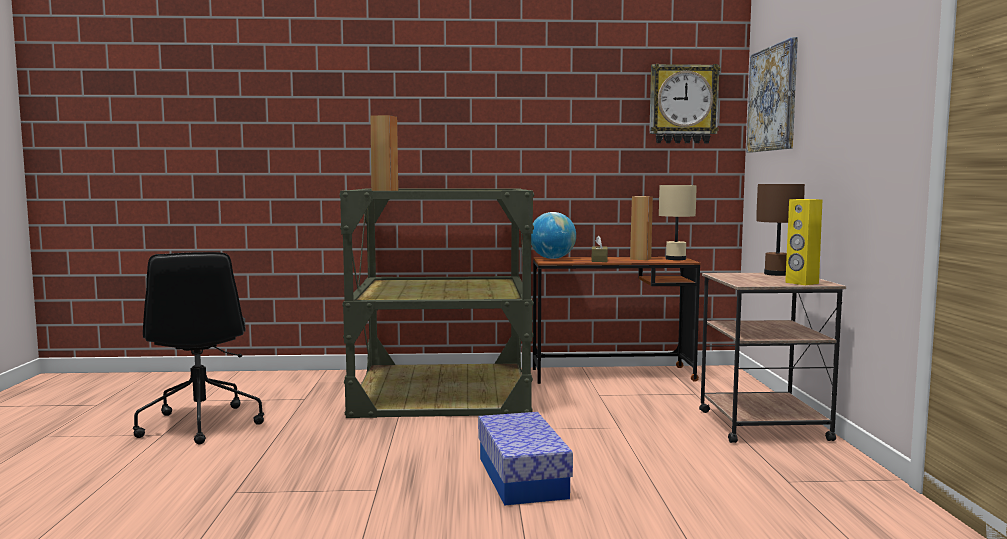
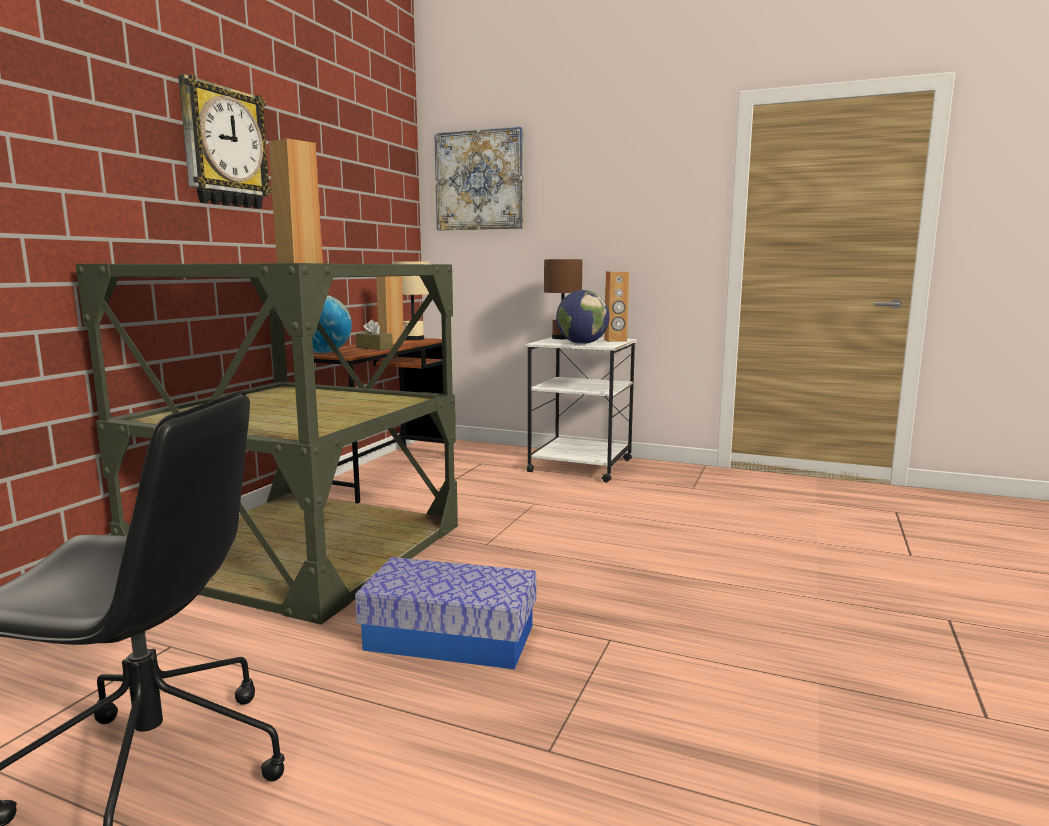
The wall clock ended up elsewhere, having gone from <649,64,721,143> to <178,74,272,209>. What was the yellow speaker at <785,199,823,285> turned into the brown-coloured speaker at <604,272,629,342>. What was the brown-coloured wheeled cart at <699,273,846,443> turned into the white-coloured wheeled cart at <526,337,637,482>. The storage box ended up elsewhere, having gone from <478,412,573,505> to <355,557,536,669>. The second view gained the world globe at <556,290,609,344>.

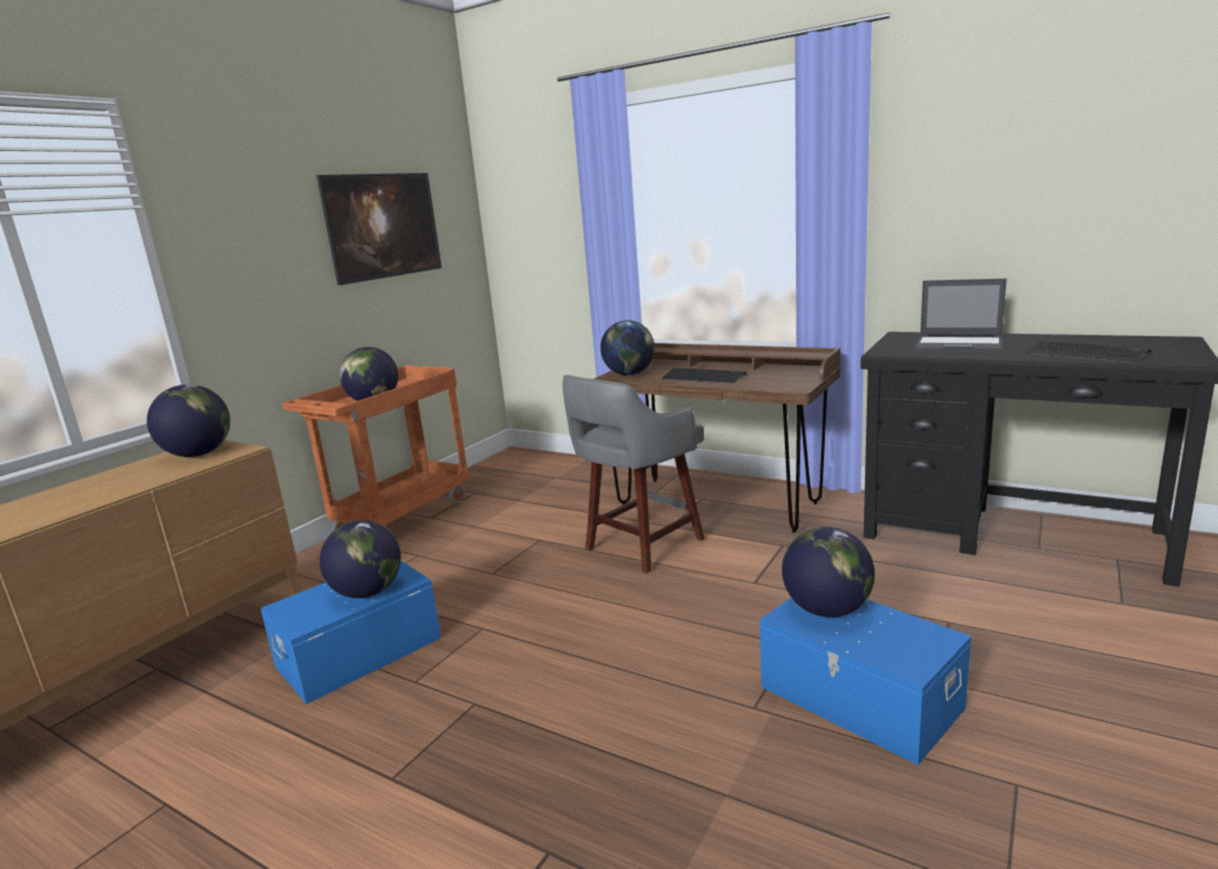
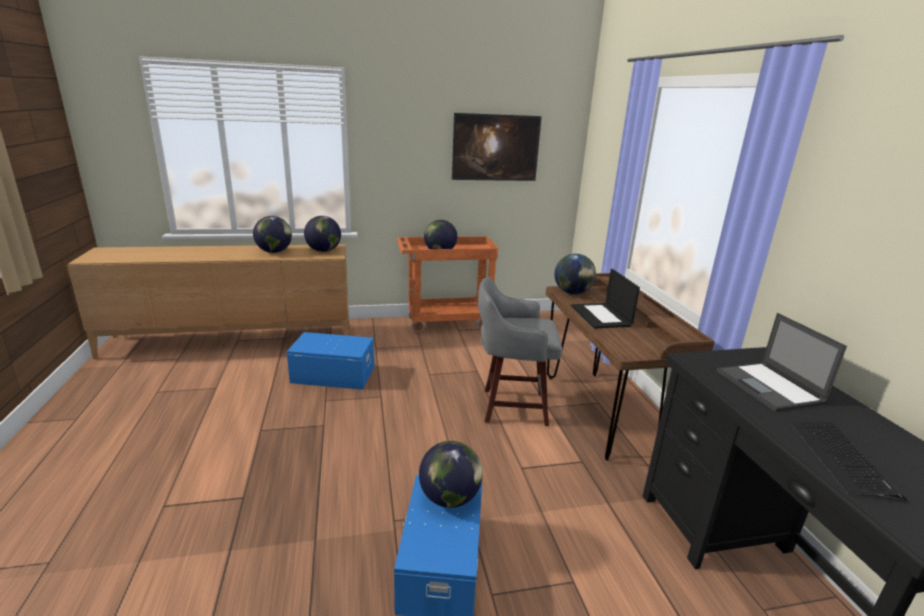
Where the keyboard stood at <661,368,747,383>, the portable computer came to stand at <571,269,640,329>. The world globe ended up elsewhere, having gone from <320,520,401,598> to <253,216,292,253>.

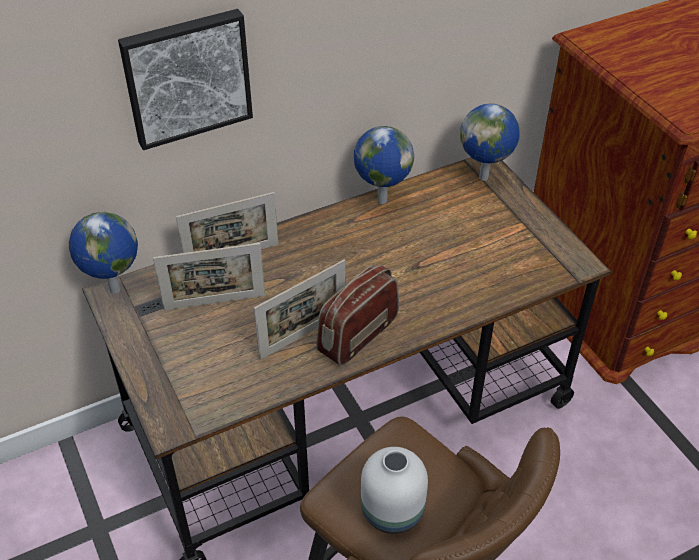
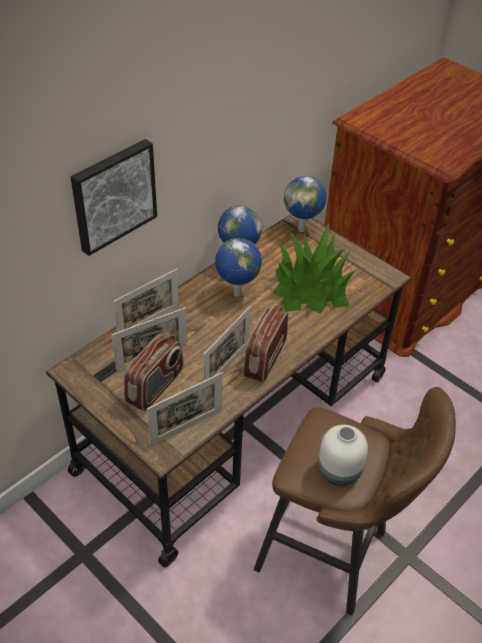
The world globe ended up elsewhere, having gone from <69,212,138,294> to <215,238,262,297>. The second view gained the potted plant at <273,224,357,314>. The second view gained the radio set at <124,333,183,411>. The second view gained the standing frame at <147,372,223,446>.

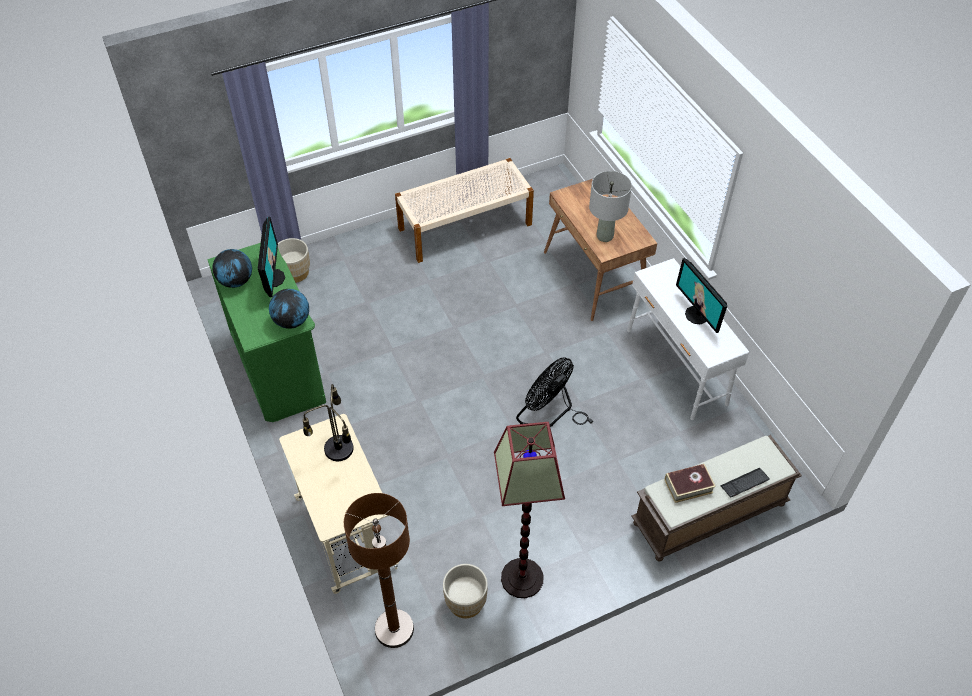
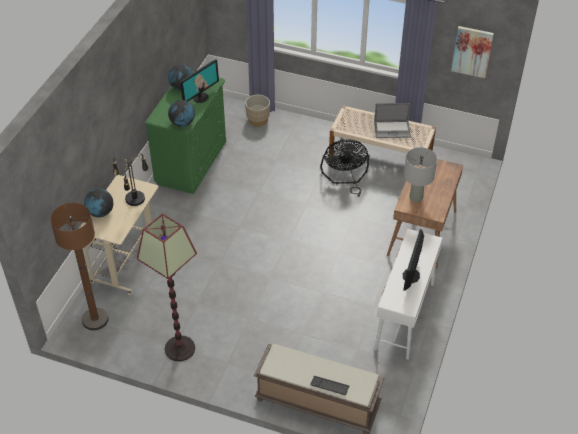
The black-coloured electric fan ended up elsewhere, having gone from <516,357,593,427> to <320,139,369,197>. The second view lost the bound book at <665,464,716,503>. The second view lost the beige-coloured planter at <443,564,488,618>. The second view gained the picture at <451,26,494,78>. The second view gained the portable computer at <374,103,411,138>. The second view gained the world globe at <84,189,113,217>.

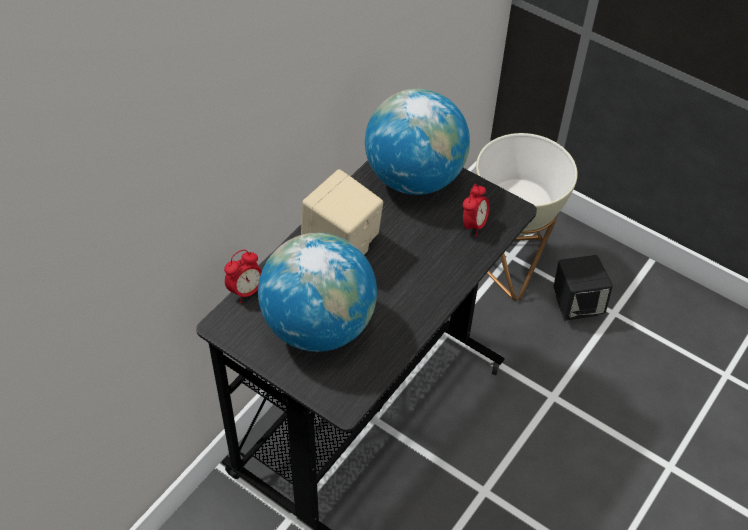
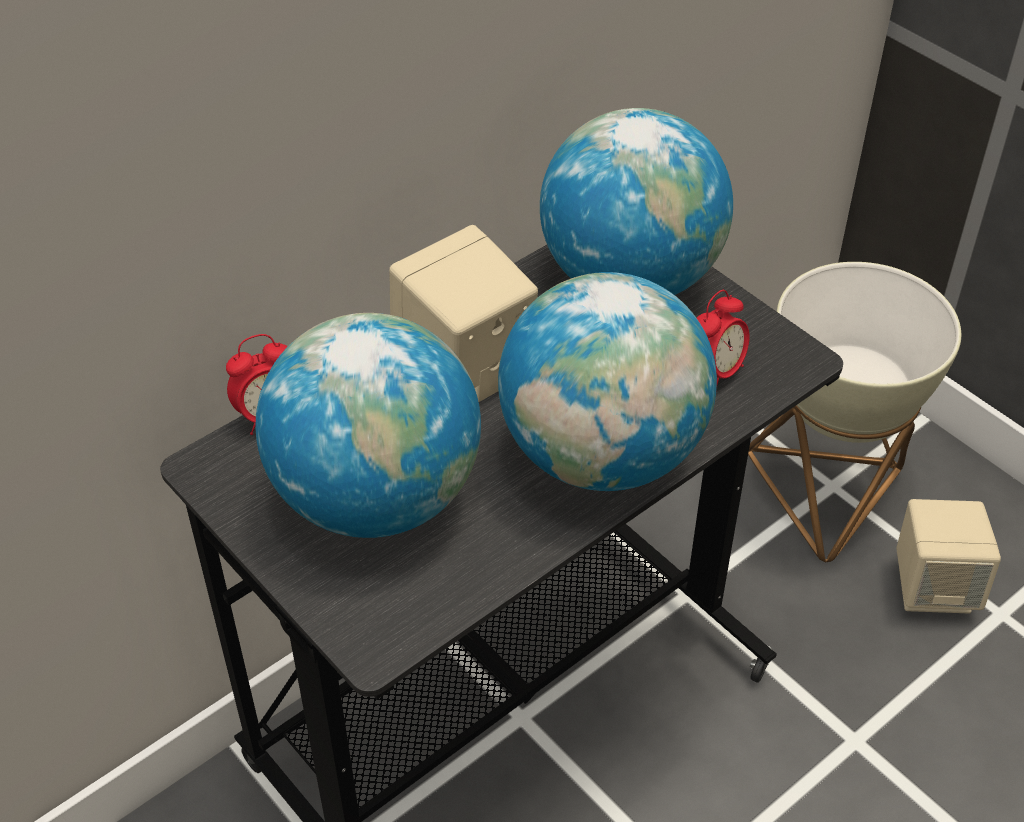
What was the black-coloured speaker at <553,255,613,321> turned into the beige-coloured speaker at <896,499,1001,613>. The second view gained the world globe at <498,272,717,491>.

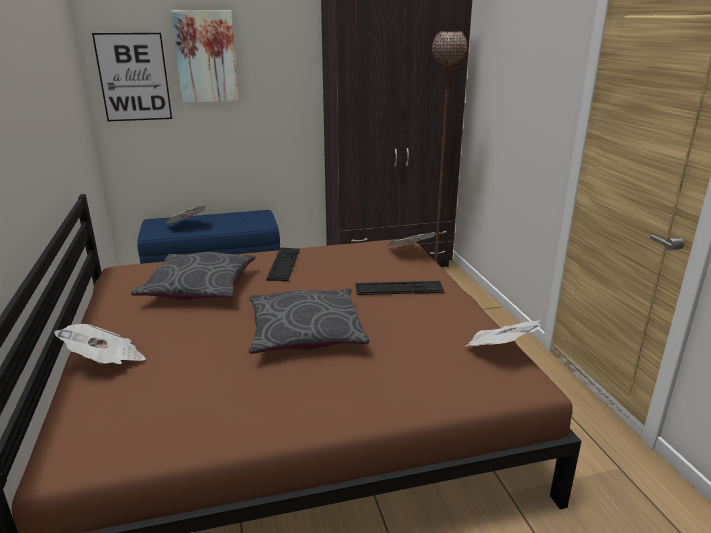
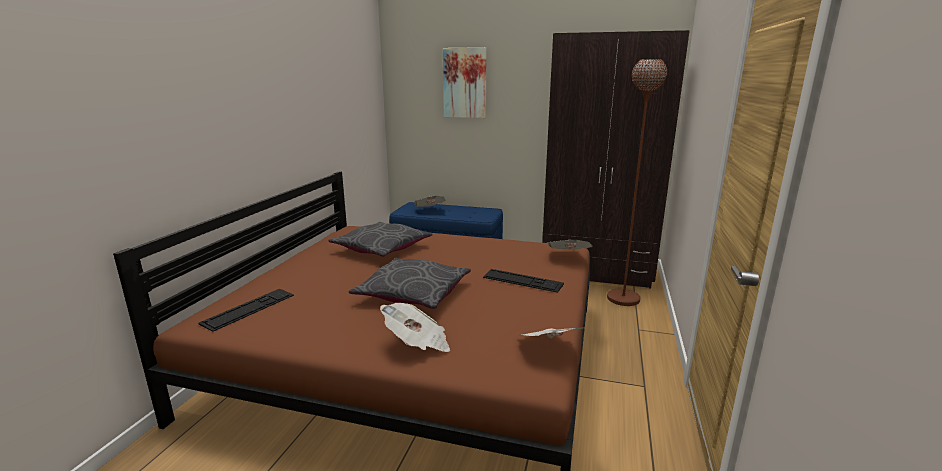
The second view lost the picture at <92,33,172,121>. The keyboard ended up elsewhere, having gone from <266,247,300,281> to <198,289,294,332>. The printed paper ended up elsewhere, having gone from <54,324,146,364> to <380,303,450,352>.

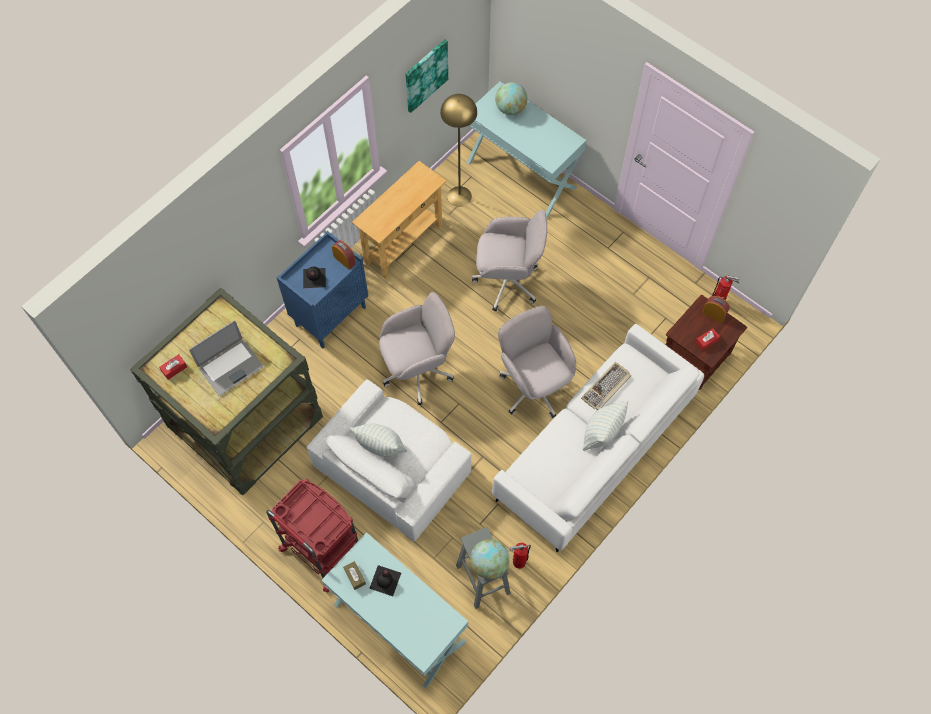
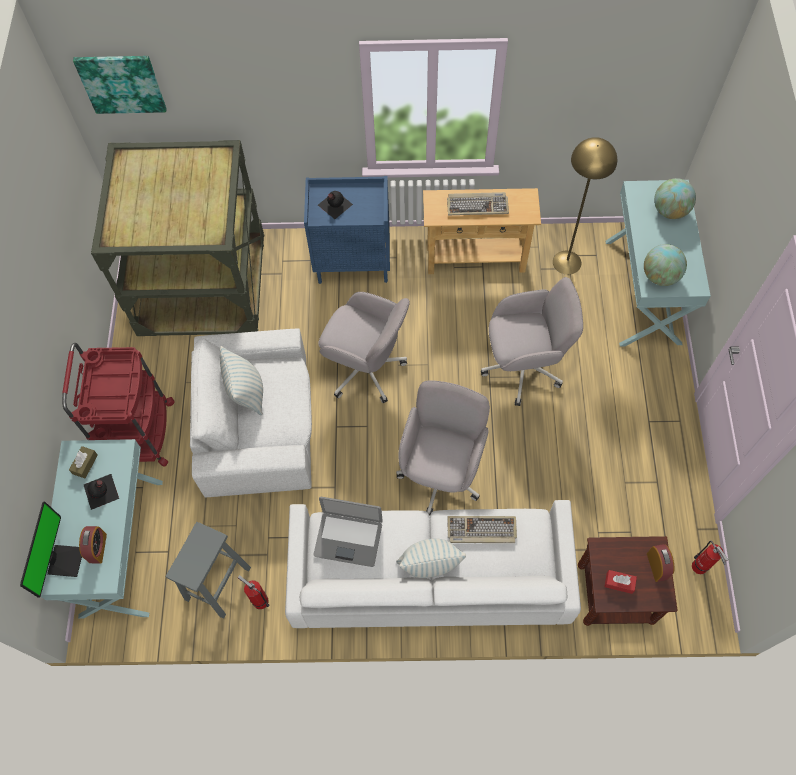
The picture ended up elsewhere, having gone from <405,39,448,113> to <73,56,167,114>. The grey computer chair at <472,210,547,312> ended up facing another way, 60 degrees counterclockwise from before. The bedside clock ended up elsewhere, having gone from <332,240,356,270> to <79,526,107,564>. The portable computer ended up elsewhere, having gone from <189,321,263,396> to <313,497,383,567>. The second view lost the reddish tissue box at <159,354,187,380>. The world globe ended up elsewhere, having gone from <470,539,510,579> to <644,244,687,286>. The second view gained the keyboard at <447,192,509,216>. The second view gained the computer display at <20,501,82,598>.

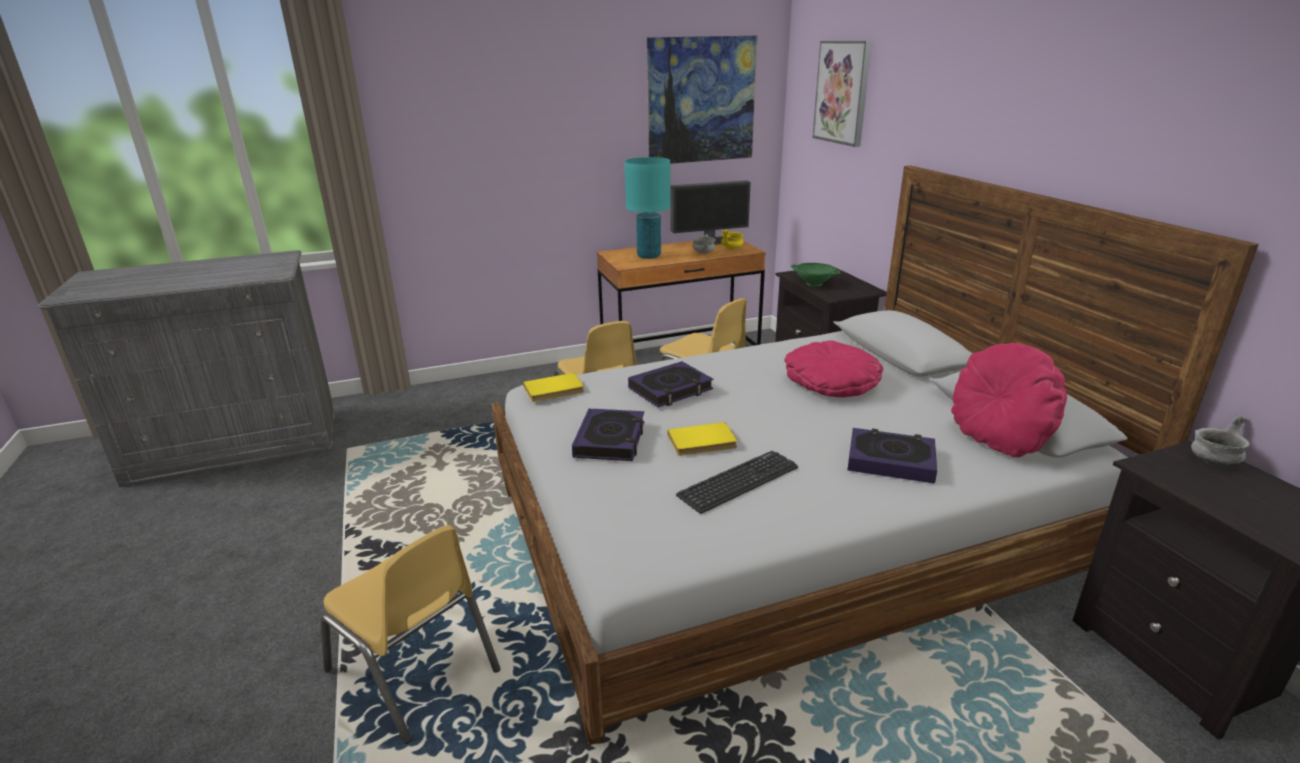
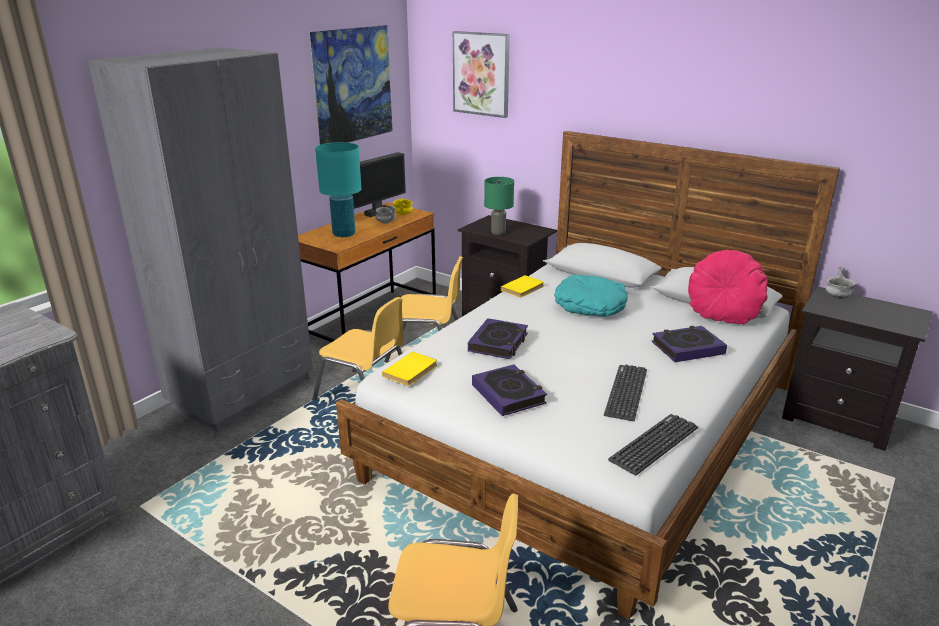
Where the greenish serving bowl stood at <791,263,841,287>, the greenish tabletop lamp came to stand at <484,177,514,235>. What was the pink-coloured pillow at <784,340,883,397> turned into the turquoise-coloured pillow at <554,275,628,317>. The yellow bound book ended up elsewhere, having gone from <667,422,737,456> to <501,275,544,297>. The second view gained the grey armoire at <88,48,313,432>. The second view gained the keyboard at <608,414,698,475>.

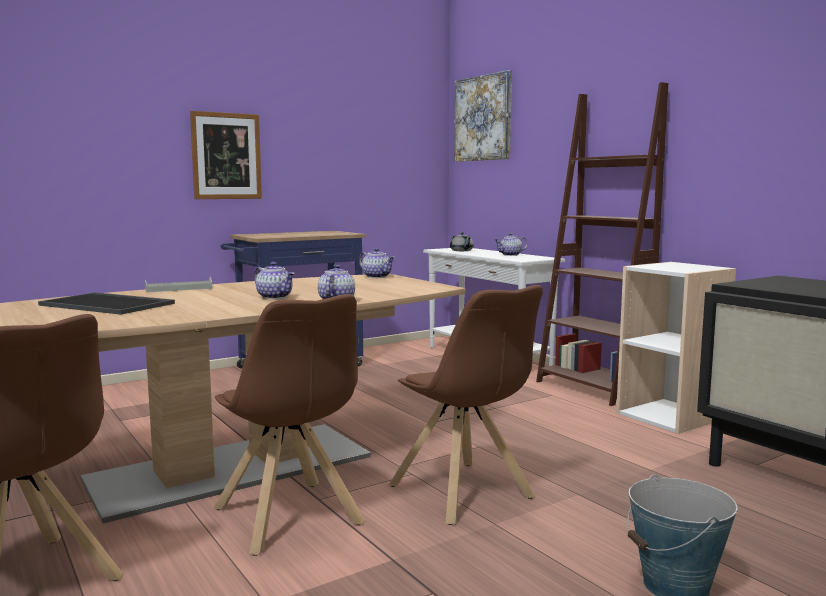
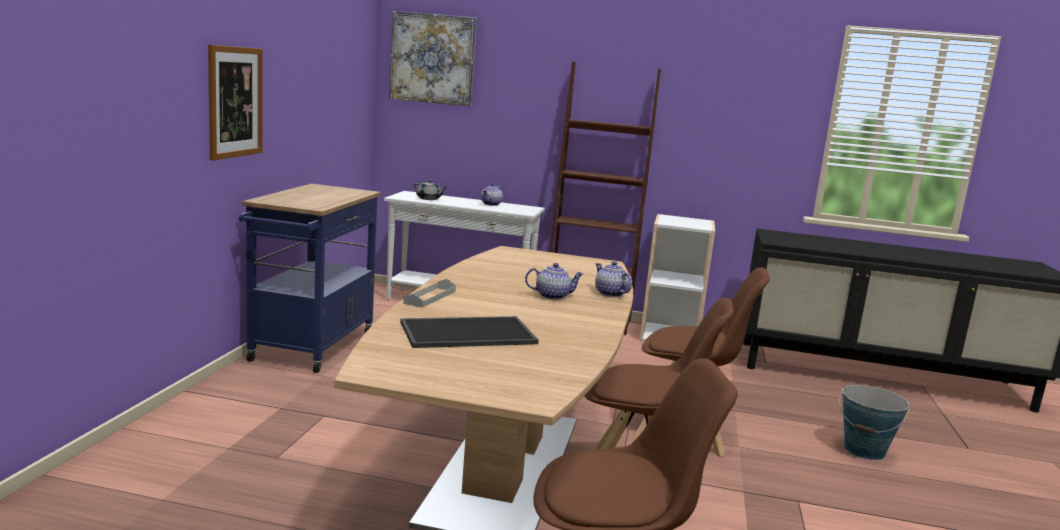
The second view lost the teapot at <359,248,395,278>.

